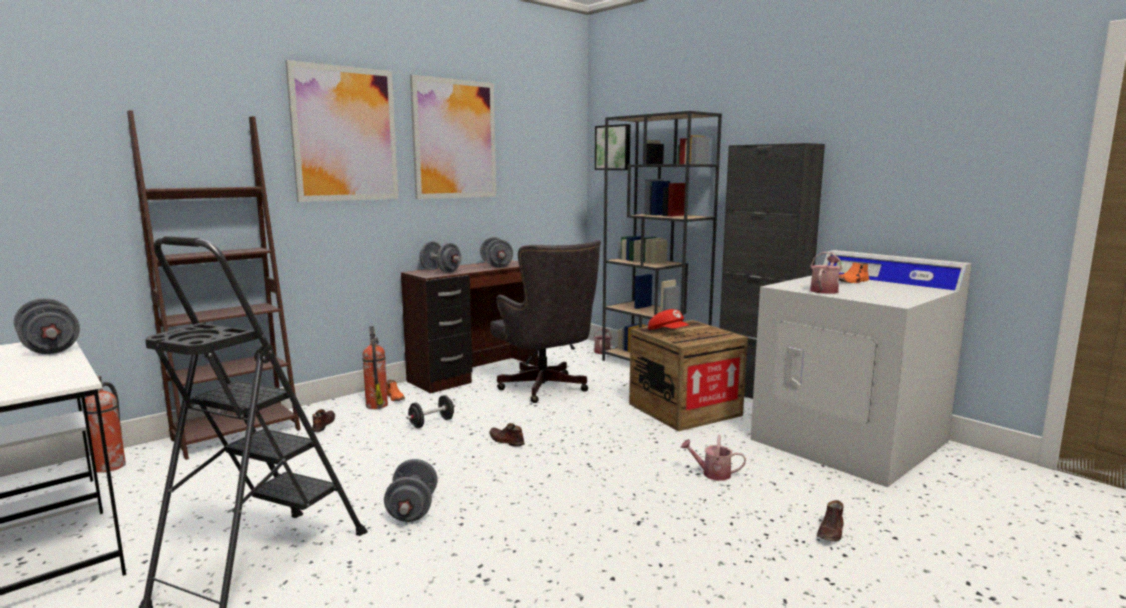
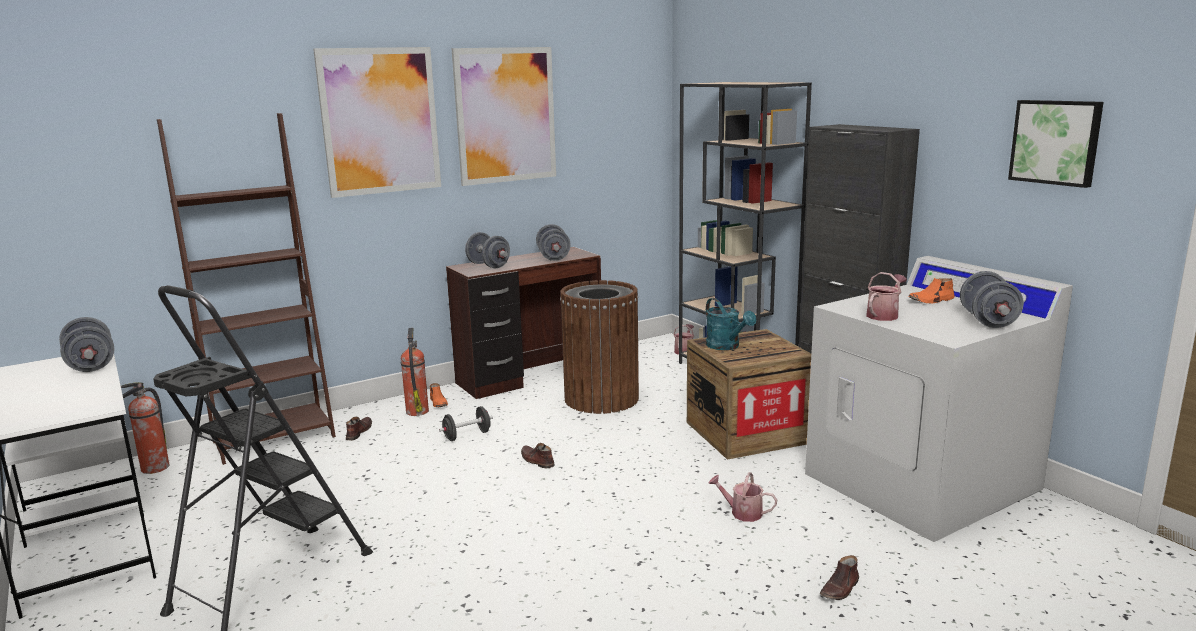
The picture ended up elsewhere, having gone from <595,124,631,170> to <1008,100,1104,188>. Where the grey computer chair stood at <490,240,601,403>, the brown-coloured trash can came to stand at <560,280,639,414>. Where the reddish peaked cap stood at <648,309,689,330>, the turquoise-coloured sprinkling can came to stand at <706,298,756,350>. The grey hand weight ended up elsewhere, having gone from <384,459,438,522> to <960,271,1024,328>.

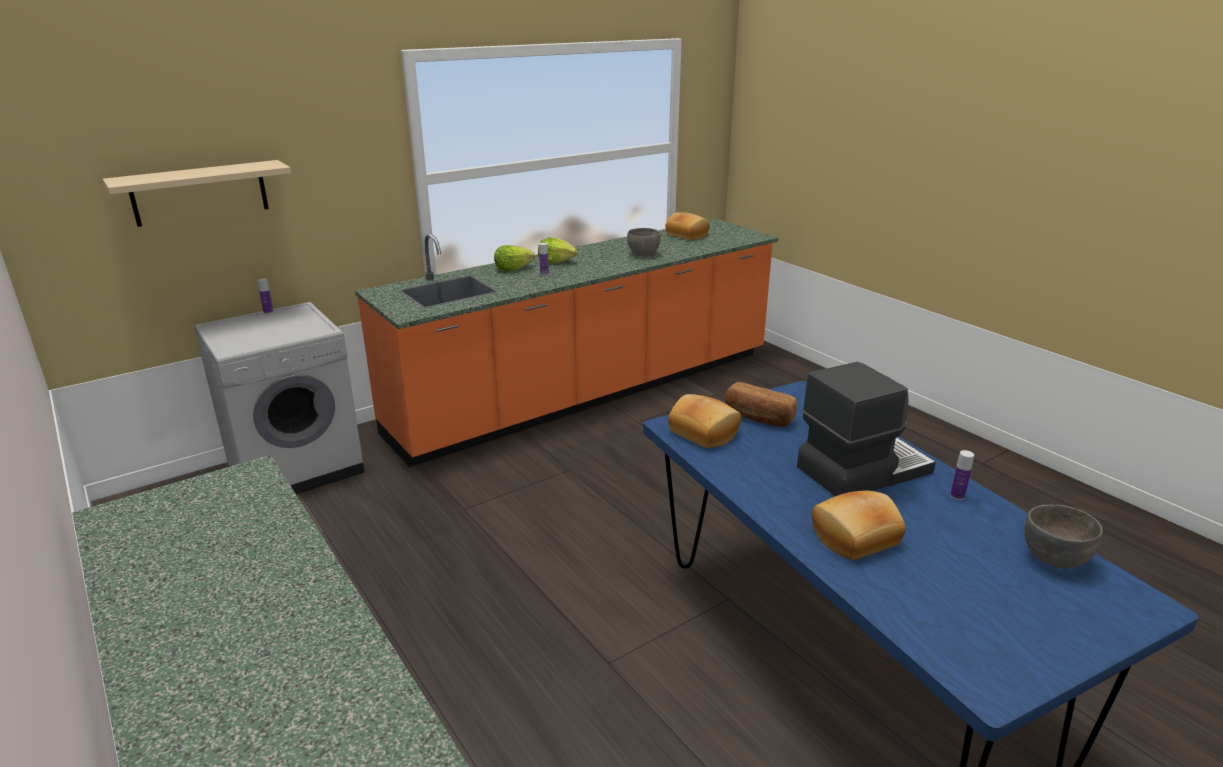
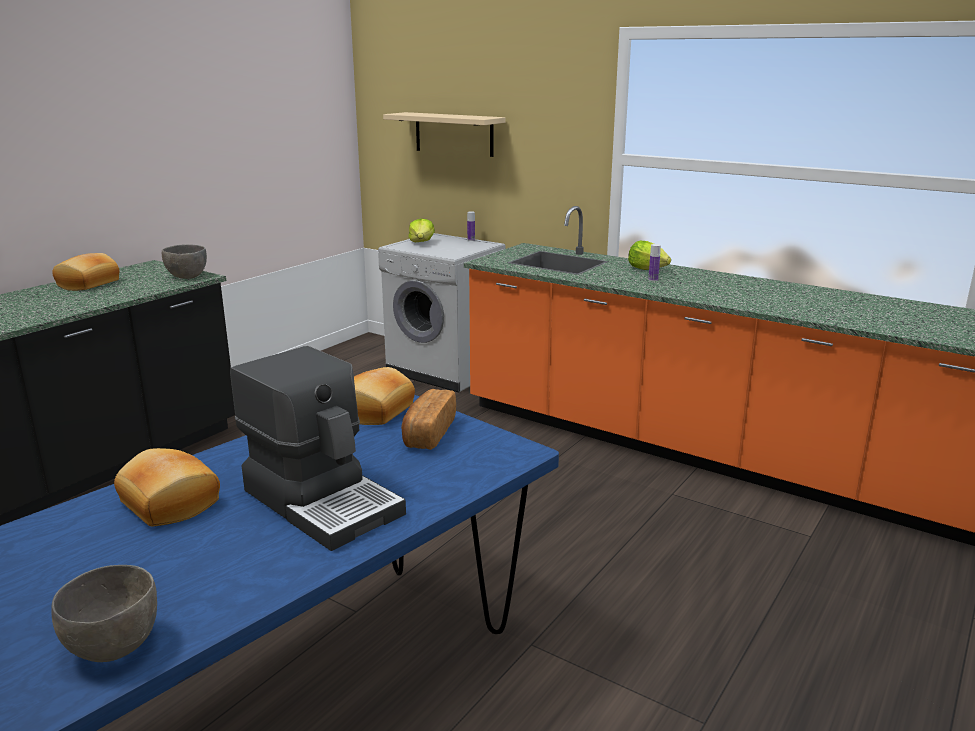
The baked bread ended up elsewhere, having gone from <665,212,710,240> to <52,253,119,291>. The grey serving bowl ended up elsewhere, having gone from <627,228,661,256> to <162,244,207,279>. The lettuce head ended up elsewhere, having gone from <538,237,578,263> to <408,219,435,242>. The second view lost the bottle at <950,450,974,500>.

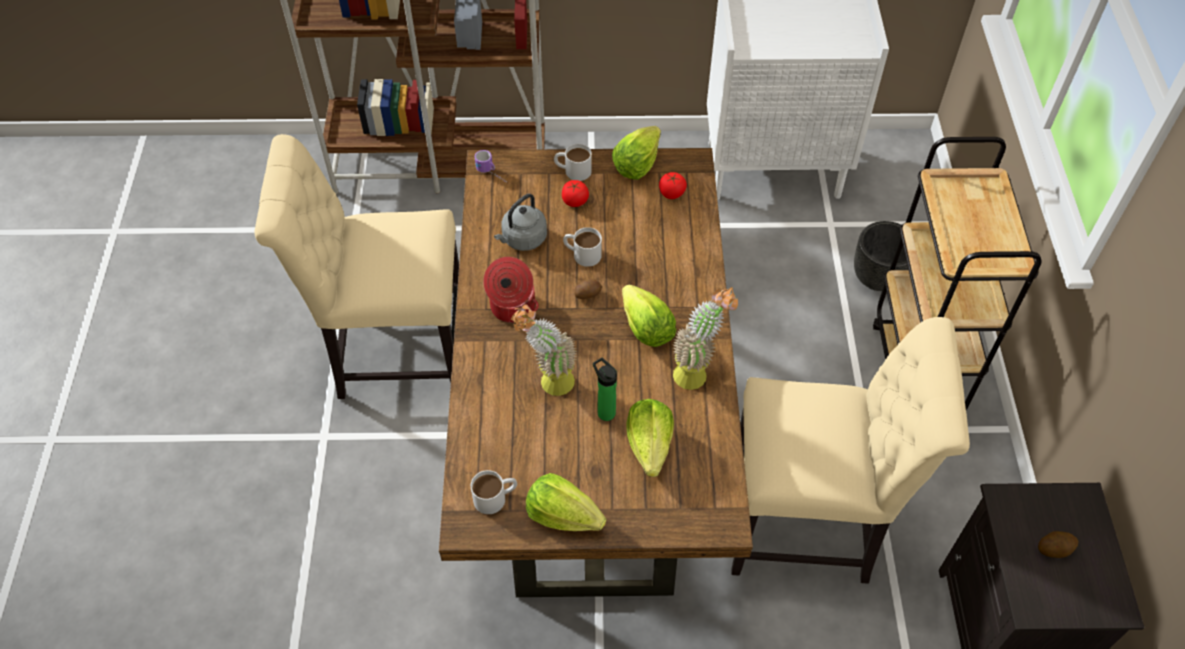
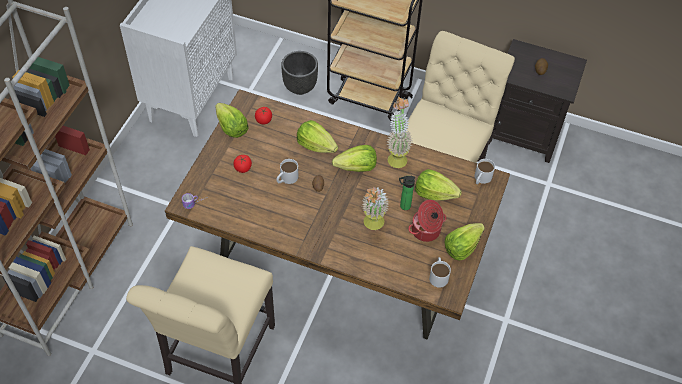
The white-coloured mug ended up elsewhere, having gone from <554,144,592,181> to <474,159,495,185>. The second view lost the grey tea kettle at <494,194,547,251>. The stockpot ended up elsewhere, having gone from <483,257,539,323> to <408,200,446,242>. The second view gained the lettuce head at <297,120,338,153>.

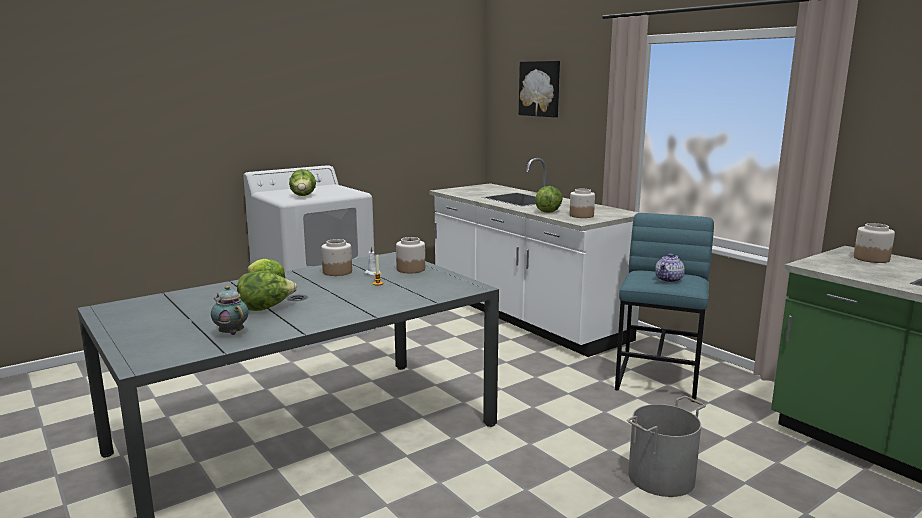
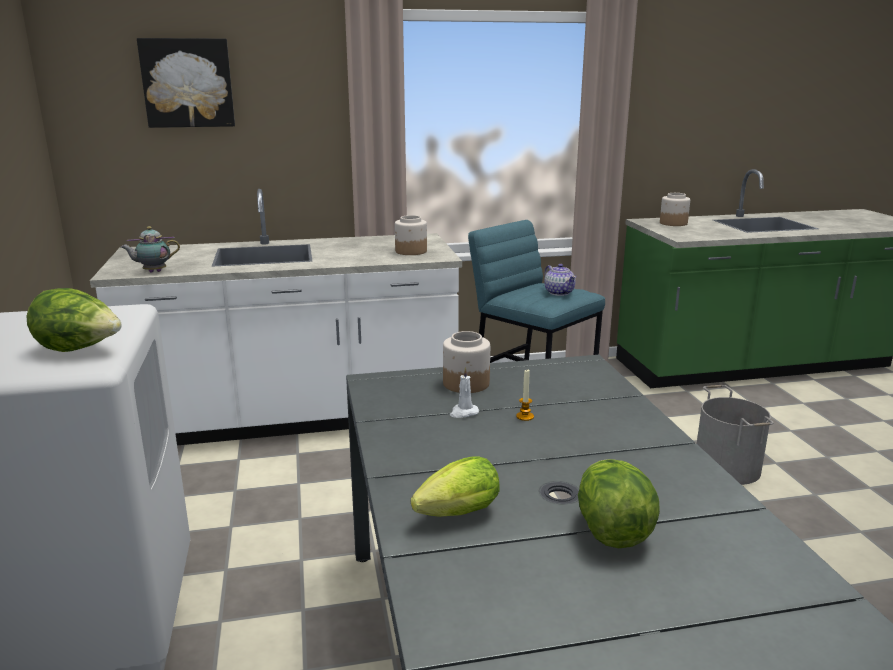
The second view lost the lettuce head at <535,186,562,213>. The second view lost the preserve jar at <321,239,352,276>. The teapot ended up elsewhere, having gone from <211,286,248,335> to <121,226,180,272>.

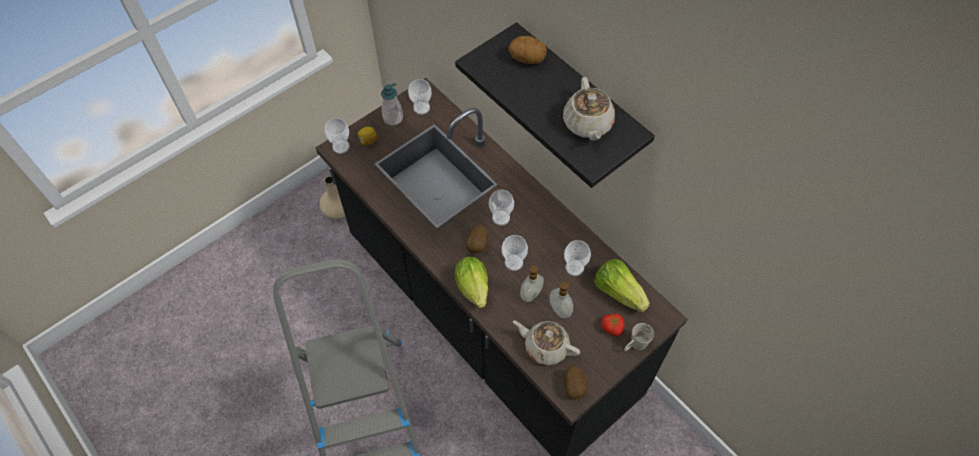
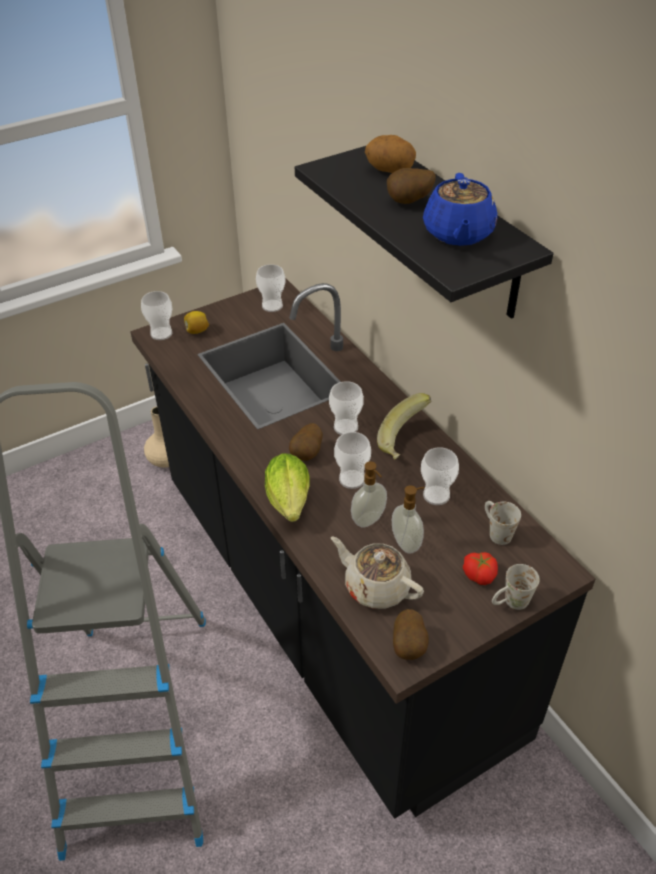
What was the beige-coloured teapot at <563,77,615,141> turned into the blue teapot at <423,173,497,246>. The second view lost the soap dispenser at <381,83,403,125>. Where the lettuce head stood at <594,259,650,312>, the white-coloured mug came to stand at <485,501,521,545>. The second view gained the whole potato at <387,168,436,204>. The second view gained the banana fruit at <377,393,431,460>.

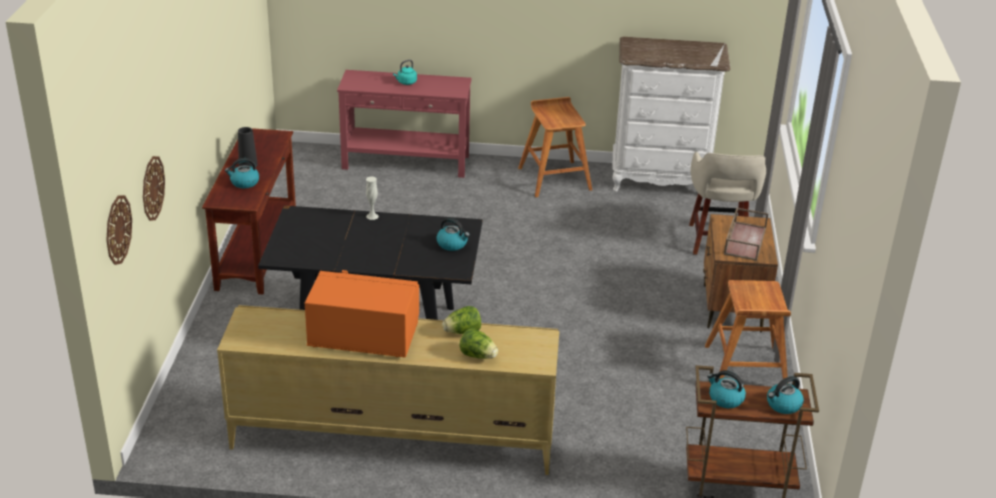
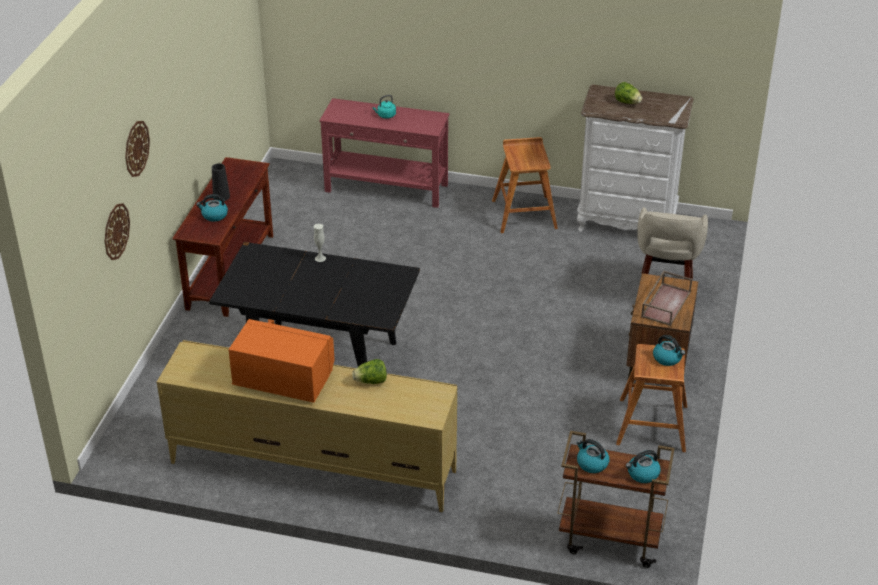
The wall clock ended up elsewhere, having gone from <106,195,132,265> to <125,121,150,177>. The tea kettle ended up elsewhere, having gone from <436,218,470,251> to <653,335,685,366>. The lettuce head ended up elsewhere, having gone from <459,328,498,359> to <615,82,642,104>.

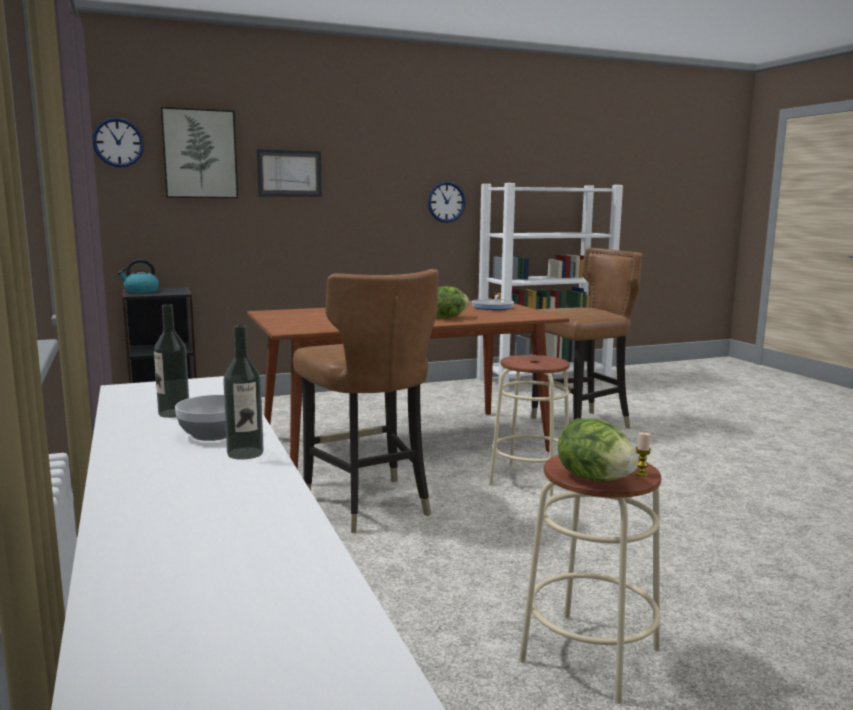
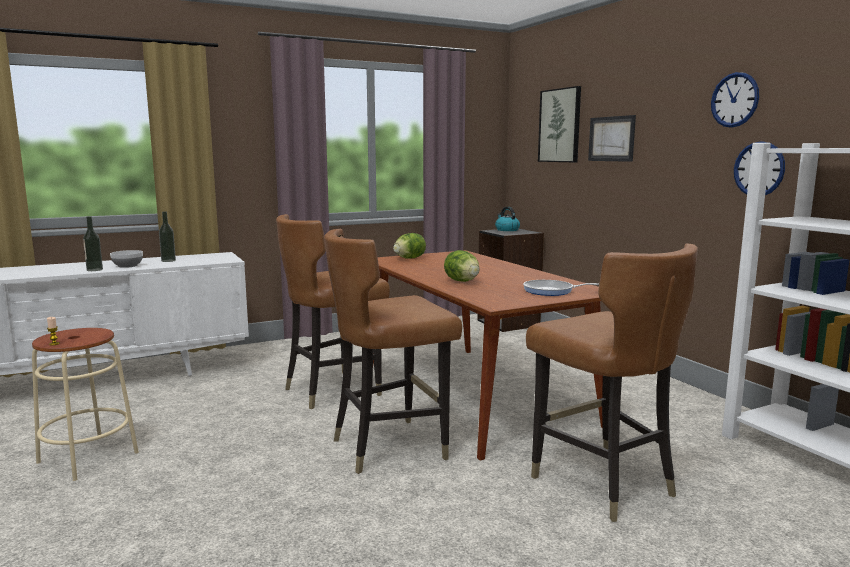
The wall clock ended up elsewhere, having gone from <92,117,144,168> to <711,72,759,128>. Where the beige-coloured stool stood at <489,355,570,496>, the brown-coloured upright chair came to stand at <324,229,462,474>. The lettuce head ended up elsewhere, having gone from <558,418,638,481> to <393,233,426,259>.

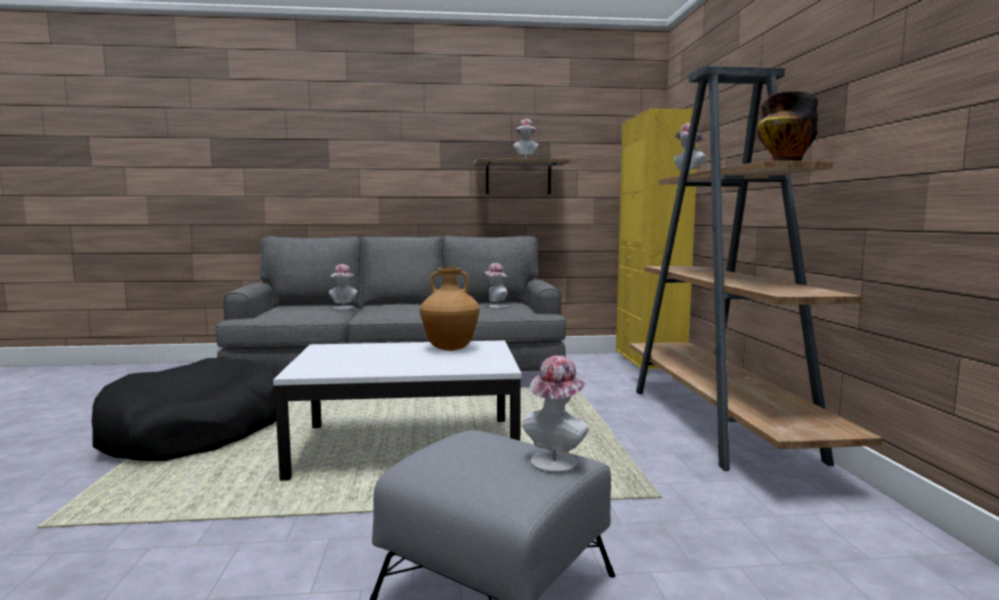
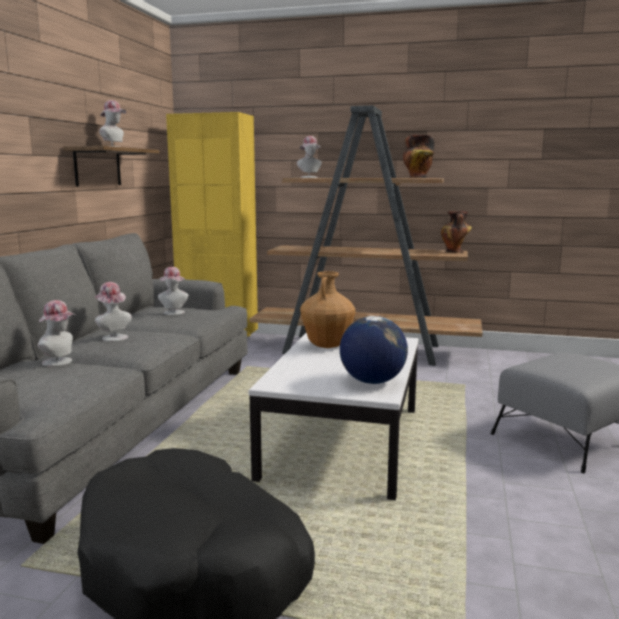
The clothing hat ended up elsewhere, having gone from <522,355,589,472> to <95,282,132,341>. The second view gained the decorative vase at <441,211,472,253>. The second view gained the world globe at <340,316,408,384>.

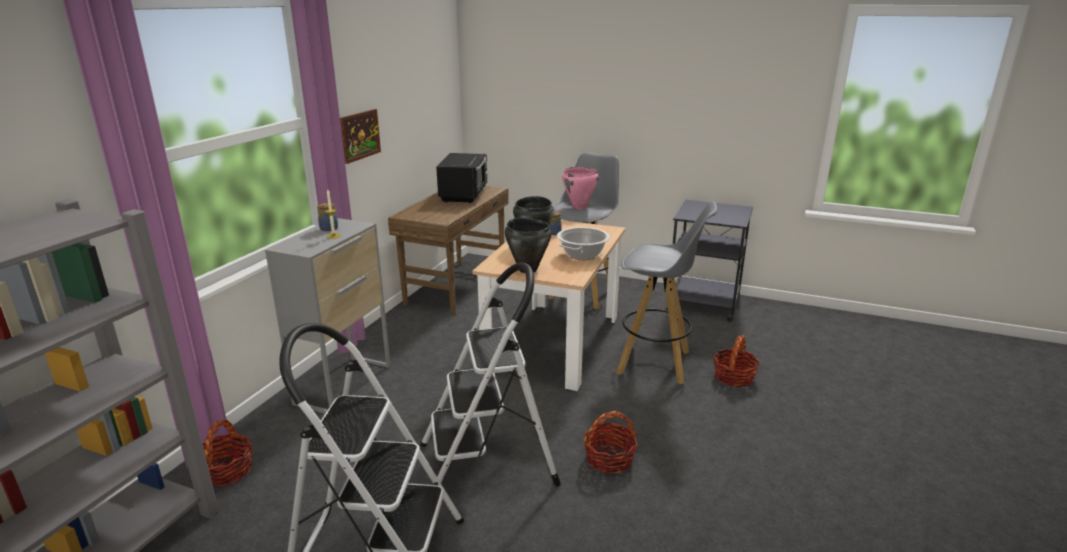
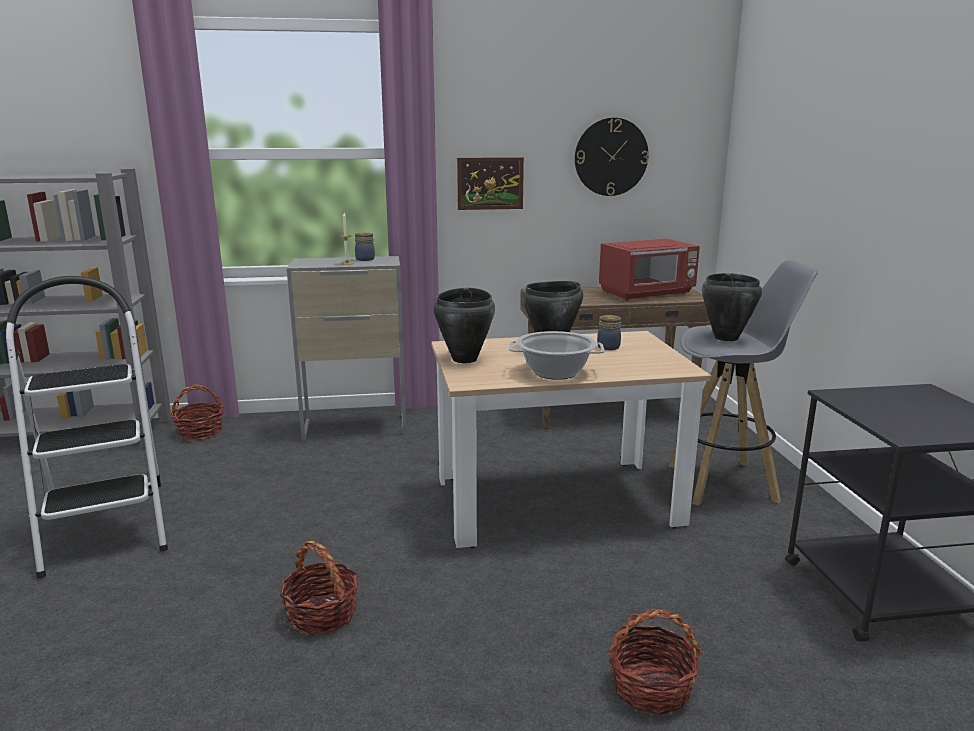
What was the black-coloured microwave oven at <436,153,488,203> turned into the reddish microwave oven at <599,239,700,300>. What was the pink-coloured stockpot at <562,167,599,209> turned into the black-coloured stockpot at <702,273,762,341>. The second view lost the grey stool at <616,201,718,385>. The second view lost the stepladder at <420,263,561,487>. The second view gained the wall clock at <575,118,649,196>.

